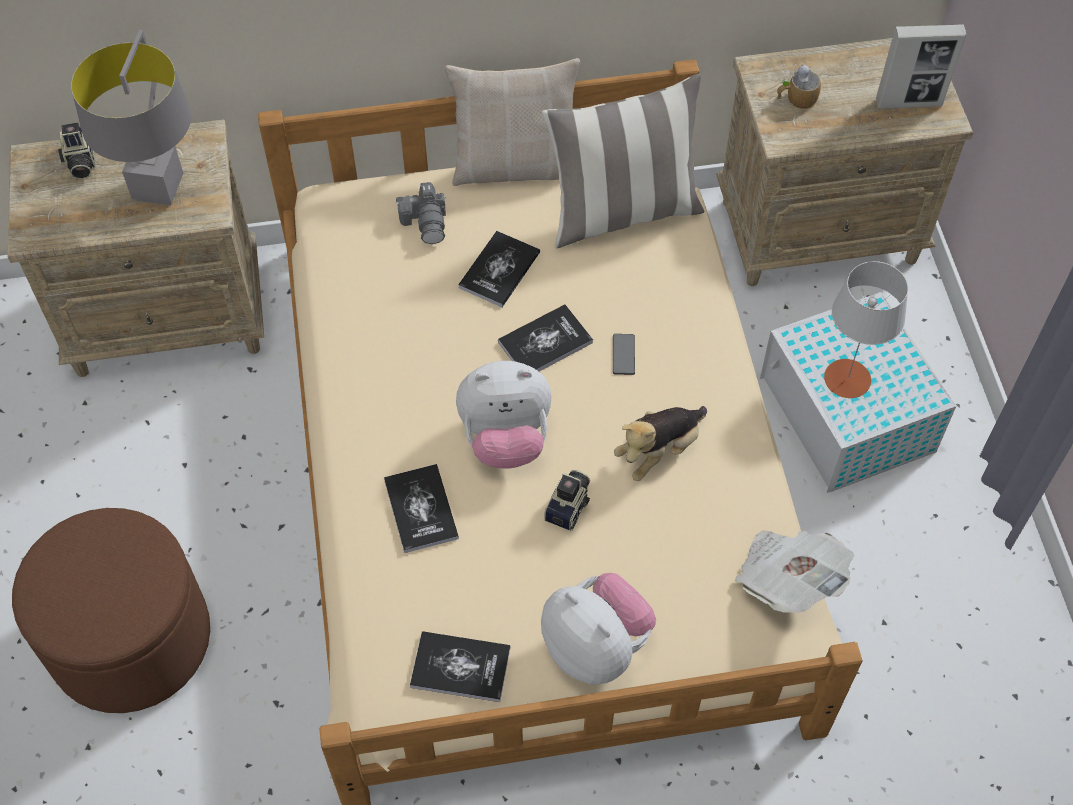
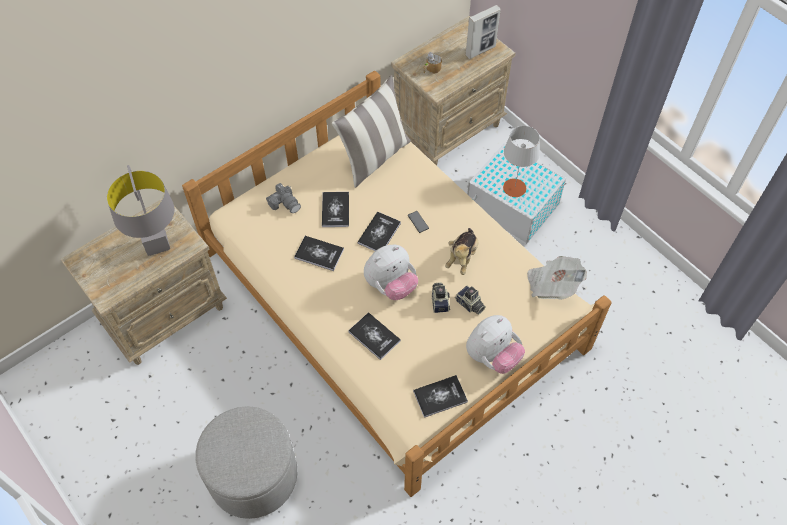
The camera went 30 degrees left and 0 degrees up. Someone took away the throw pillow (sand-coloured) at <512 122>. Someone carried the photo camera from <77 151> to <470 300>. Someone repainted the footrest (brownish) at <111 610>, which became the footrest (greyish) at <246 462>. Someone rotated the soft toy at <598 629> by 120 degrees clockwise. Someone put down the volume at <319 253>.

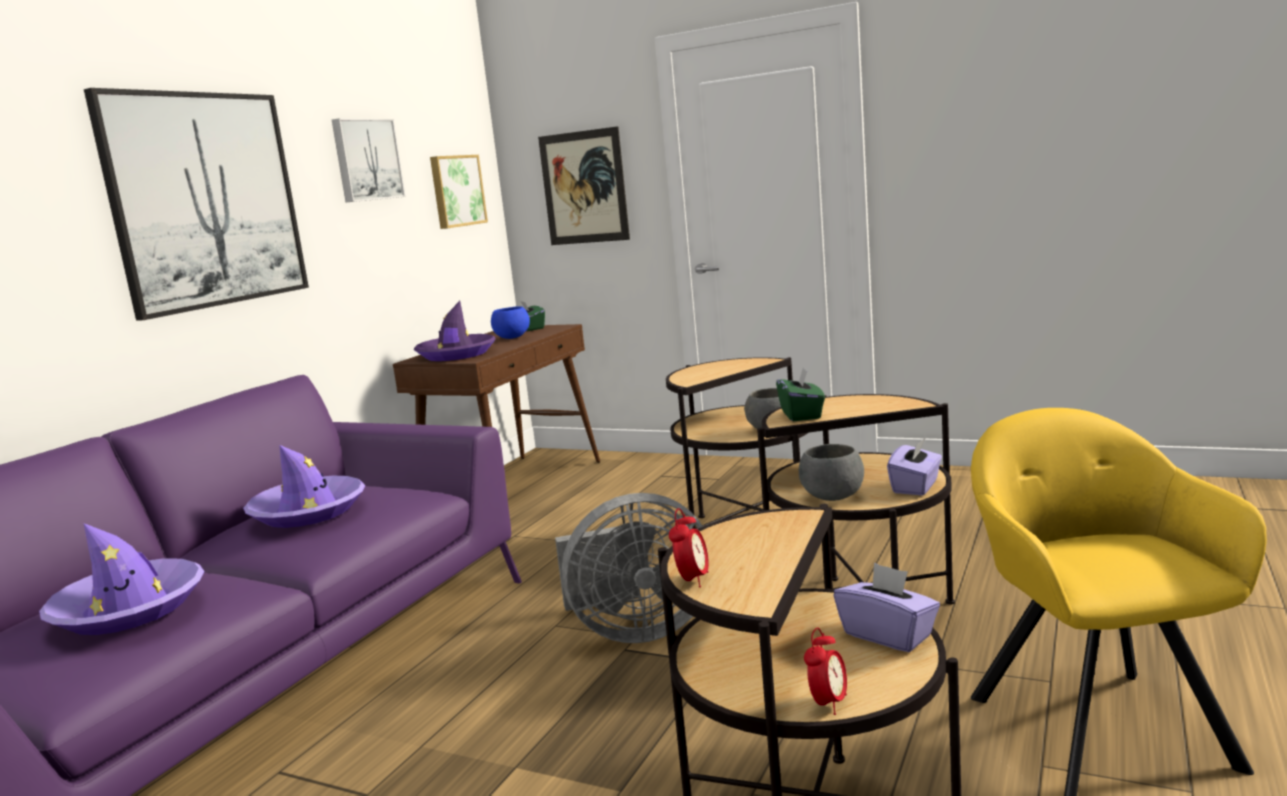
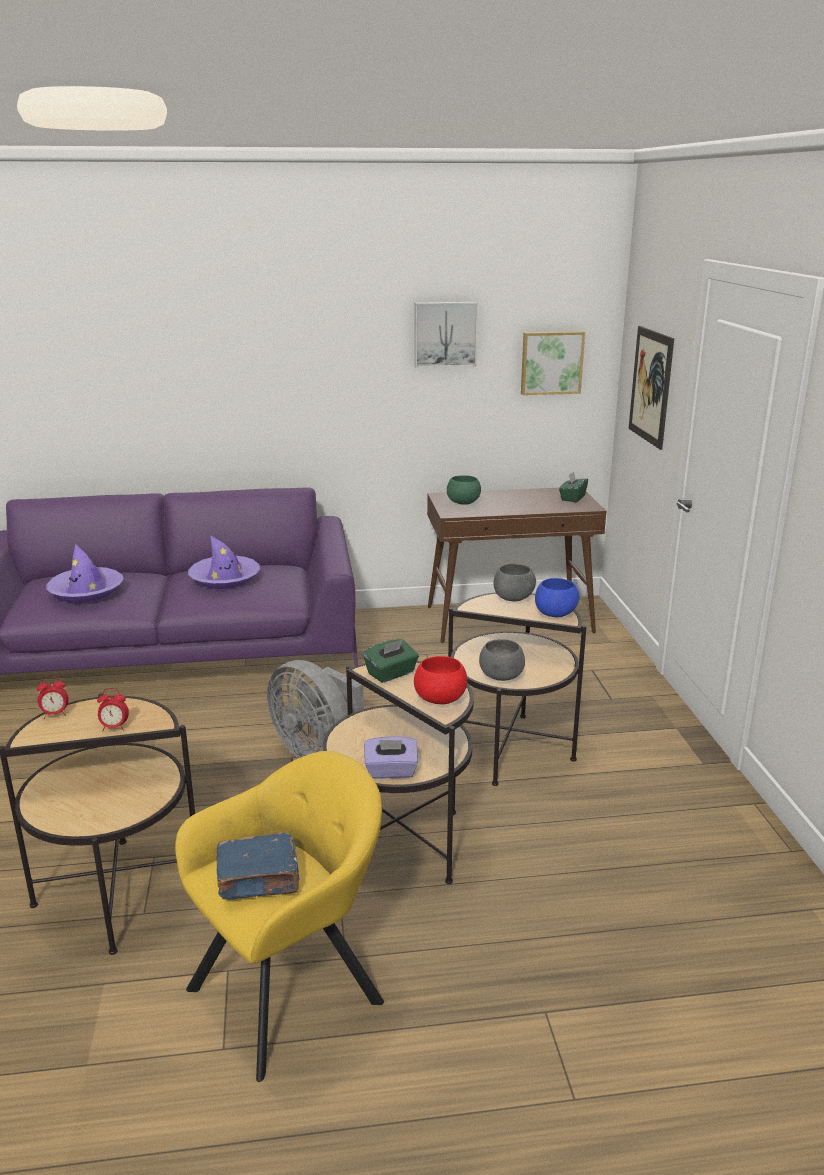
The camera went 55 degrees right and 10 degrees up. Someone took away the picture at <196 204>. Someone swapped the wearable hat (purple) at <455 331> for the deep dish (green-coloured) at <464 490>. Someone carried the deep dish (blue-coloured) from <510 322> to <557 597>. Someone carried the deep dish (greyish) from <831 472> to <515 582>. Someone took away the tissue box (purple) at <886 607>. Someone carried the table clock from <825 671> to <113 709>. Someone put down the deep dish (red-coloured) at <440 680>. Someone put down the volume (blue-coloured) at <258 865>.

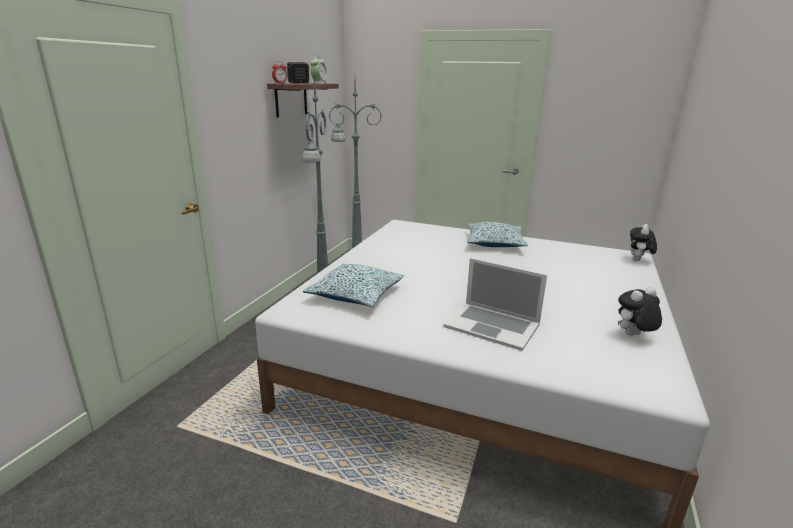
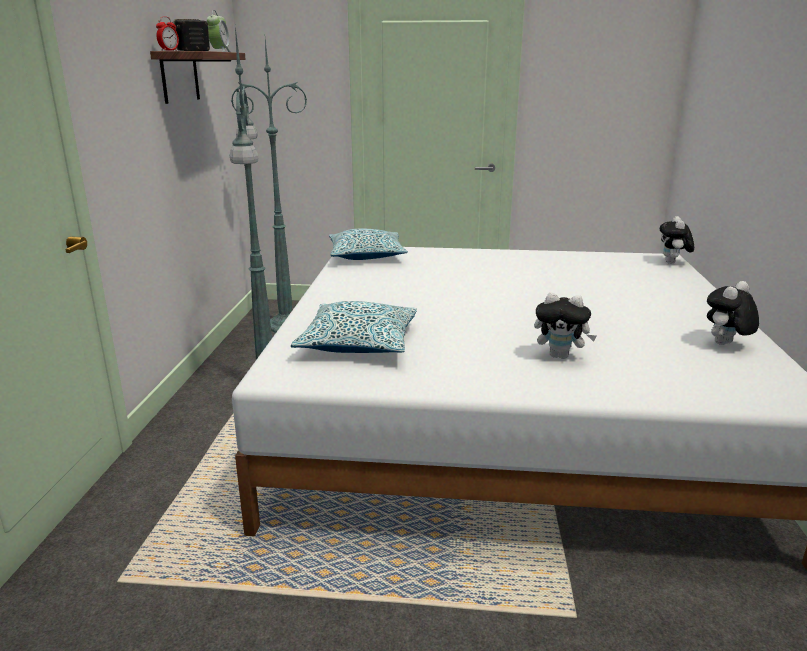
The camera went 15 degrees left and 0 degrees up. Someone carried the throw pillow from <497 234> to <368 244>. Someone swapped the portable computer at <495 304> for the soft toy at <565 325>.

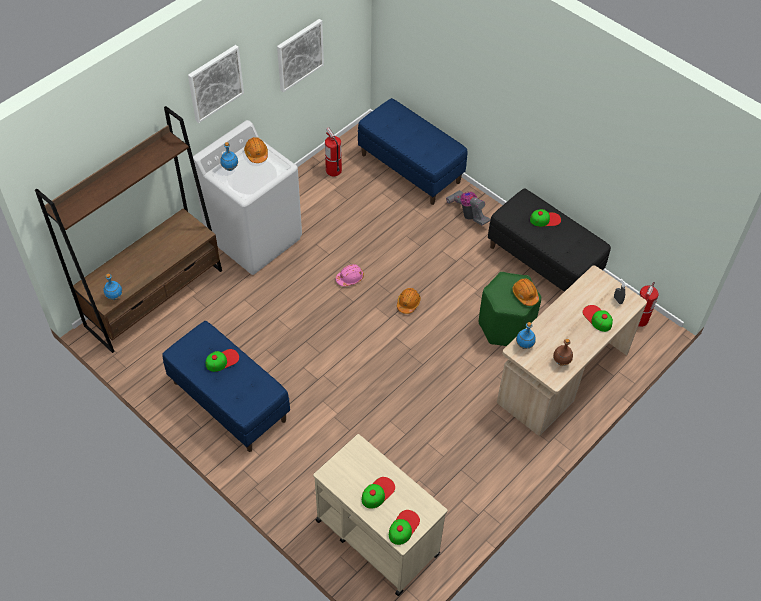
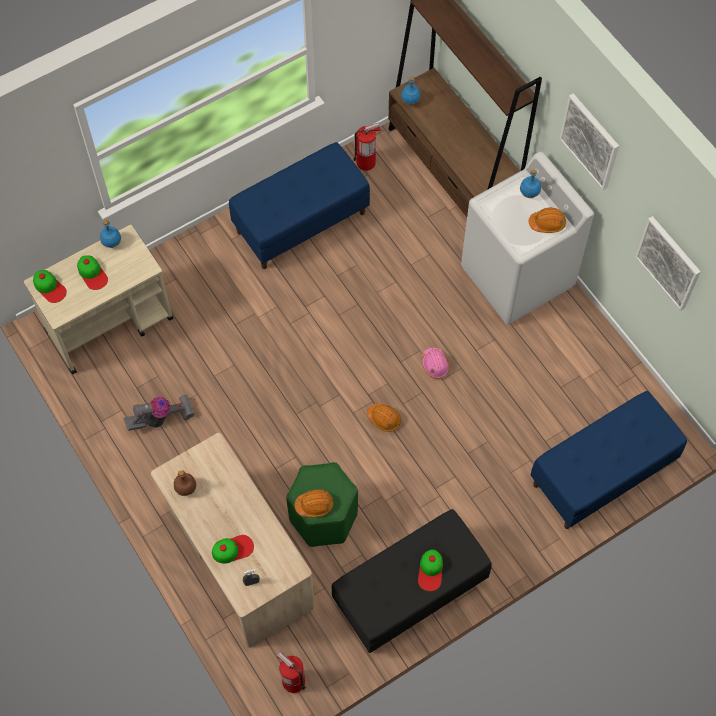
The camera went 105 degrees right and 10 degrees up. Someone carried the fire-fighting cylinder from <333 151> to <367 147>. Someone carried the hoover from <468 208> to <159 412>. Someone carried the beverage bottle (blue-coloured) from <526 335> to <110 234>. Someone took away the cap at <222 360>.

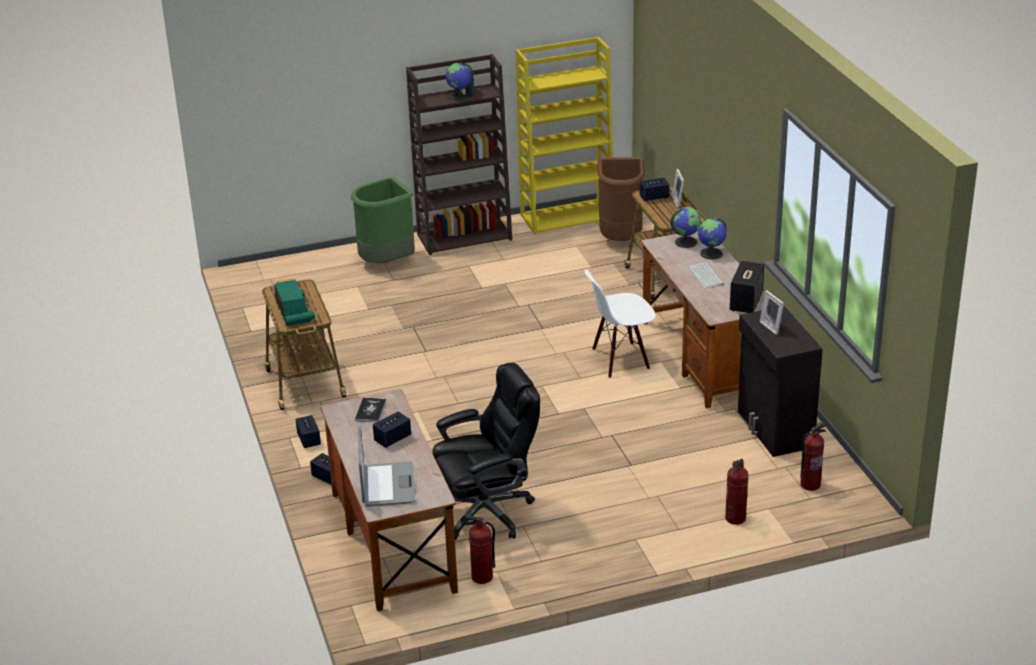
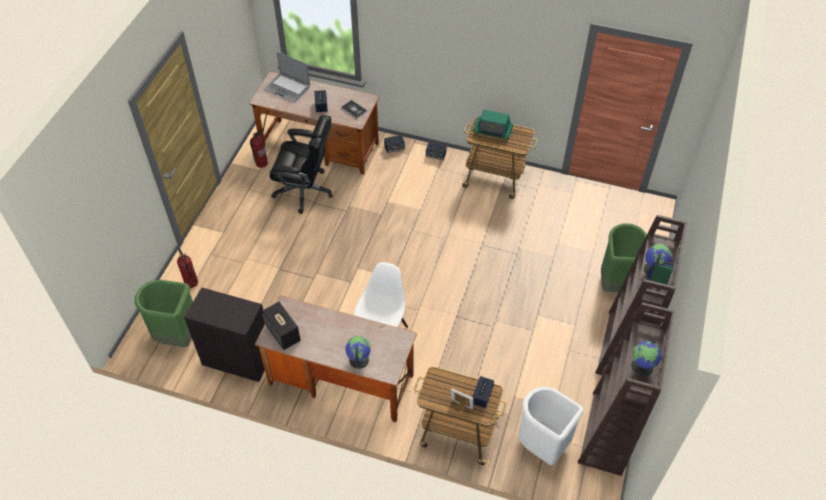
The camera went 125 degrees right and 20 degrees up. Someone repainted the shelving unit (yellow) at <564 136>, which became the shelving unit (brownish) at <626 389>. Someone repainted the rubbish bin (brownish) at <621 199>, which became the rubbish bin (white) at <551 426>. Someone carried the world globe from <685 227> to <646 358>. Someone took away the computer keyboard at <706 275>. Someone took away the standing frame at <771 312>. Someone rotated the computer chair (black) at <486 451> by 90 degrees counterclockwise. Someone swapped the fire-fighting cylinder at <813 457> for the rubbish bin (green-coloured) at <164 314>.

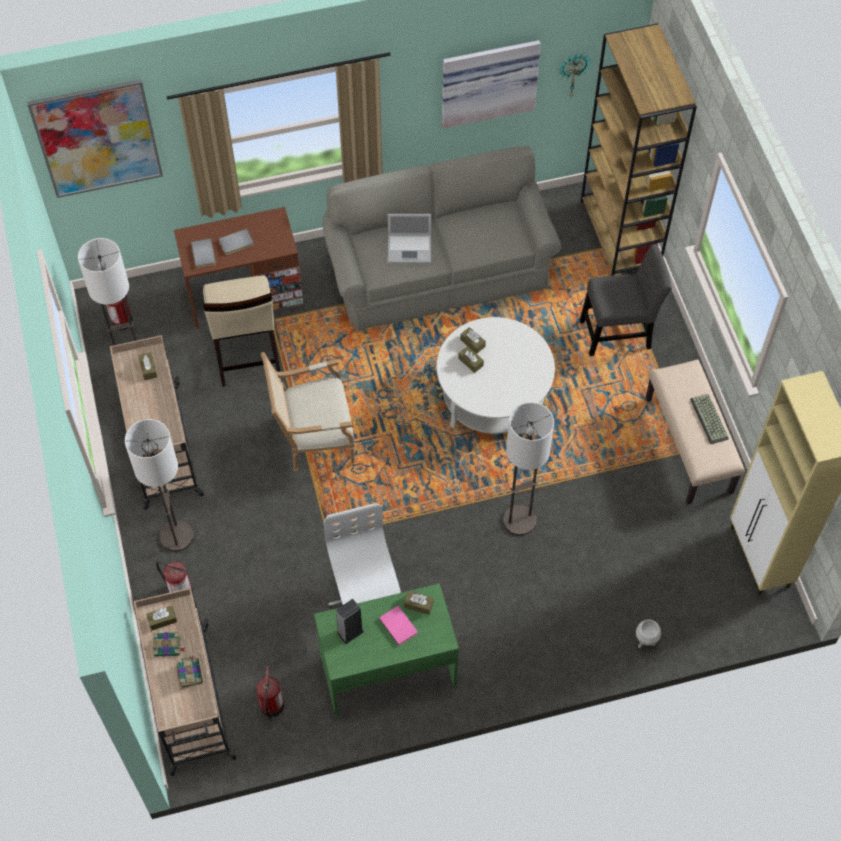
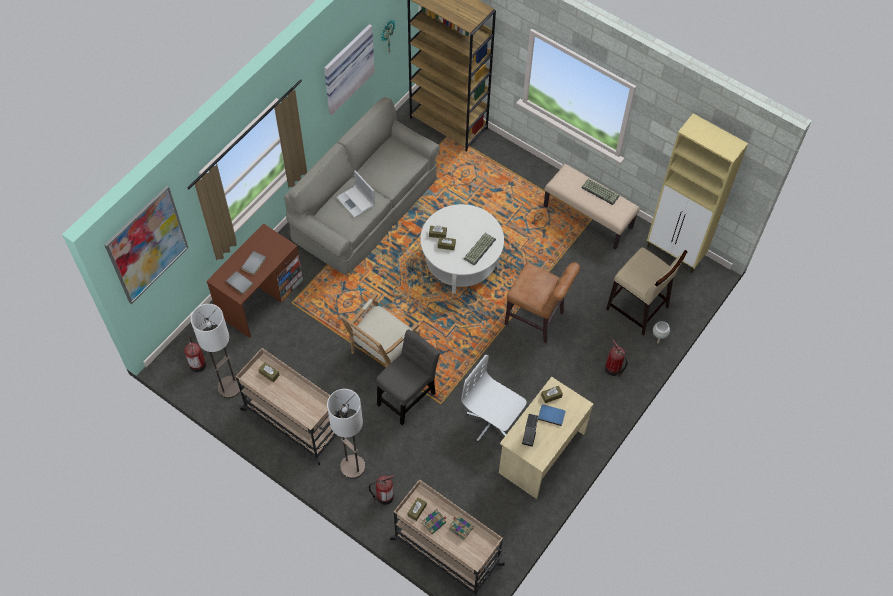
The camera went 40 degrees left and 0 degrees up. Someone rotated the portable computer at <409 238> by 90 degrees clockwise. Someone carried the chair (greyish) from <626 300> to <408 377>. Someone carried the stool (sand-coloured) from <241 330> to <647 291>. Someone swapped the standard lamp at <528 469> for the chair (brownish) at <542 302>. Someone repainted the desk table (green-coloured) at <386 650>, which became the desk table (sand-coloured) at <546 438>. Someone repainted the volume (pink-coloured) at <398 626>, which became the volume (blue-coloured) at <551 415>. Someone carried the fire-fighting cylinder from <270 693> to <616 358>. Someone put down the computer keyboard at <480 249>.

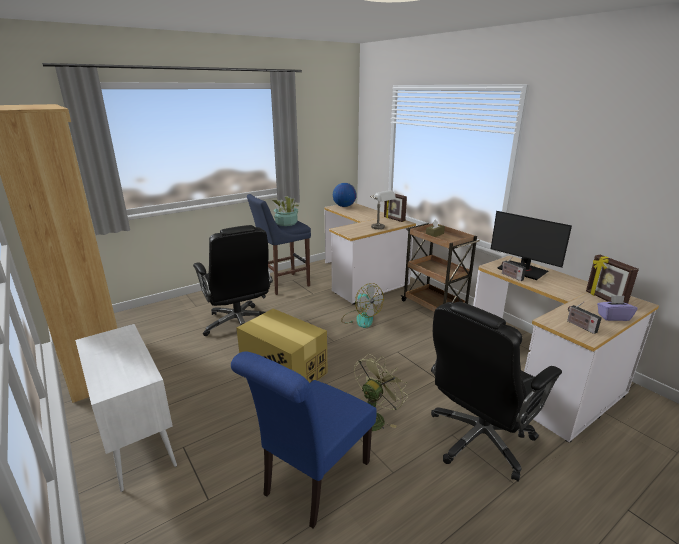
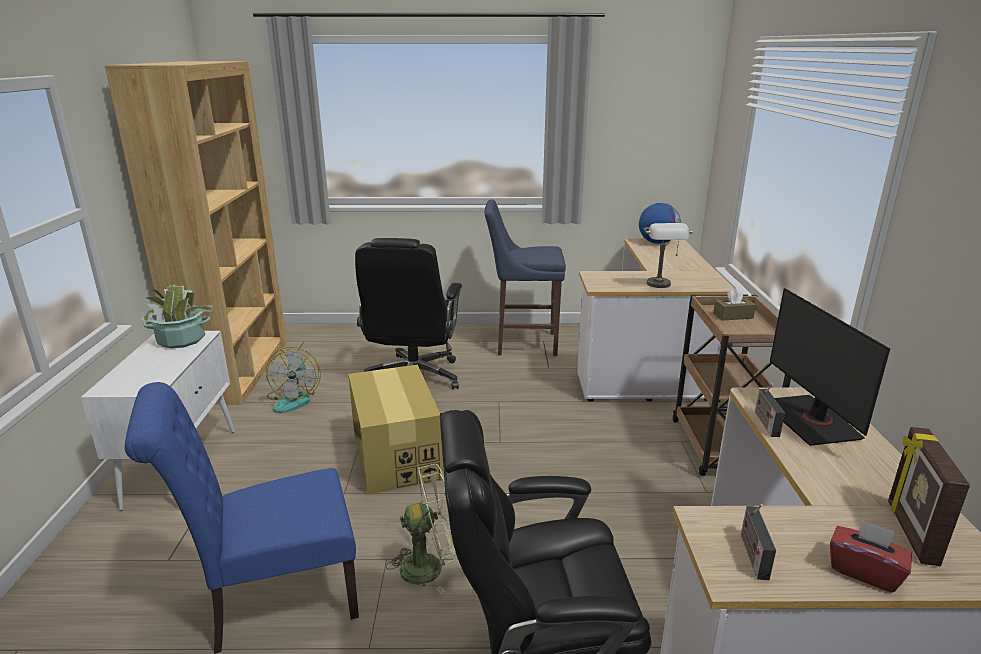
The camera went 35 degrees right and 0 degrees up. Someone took away the standing frame at <395 208>. Someone carried the houseplant from <285 211> to <177 317>. Someone carried the electric fan from <362 305> to <293 380>. Someone repainted the tissue box (purple) at <617 308>, which became the tissue box (red-coloured) at <871 556>.

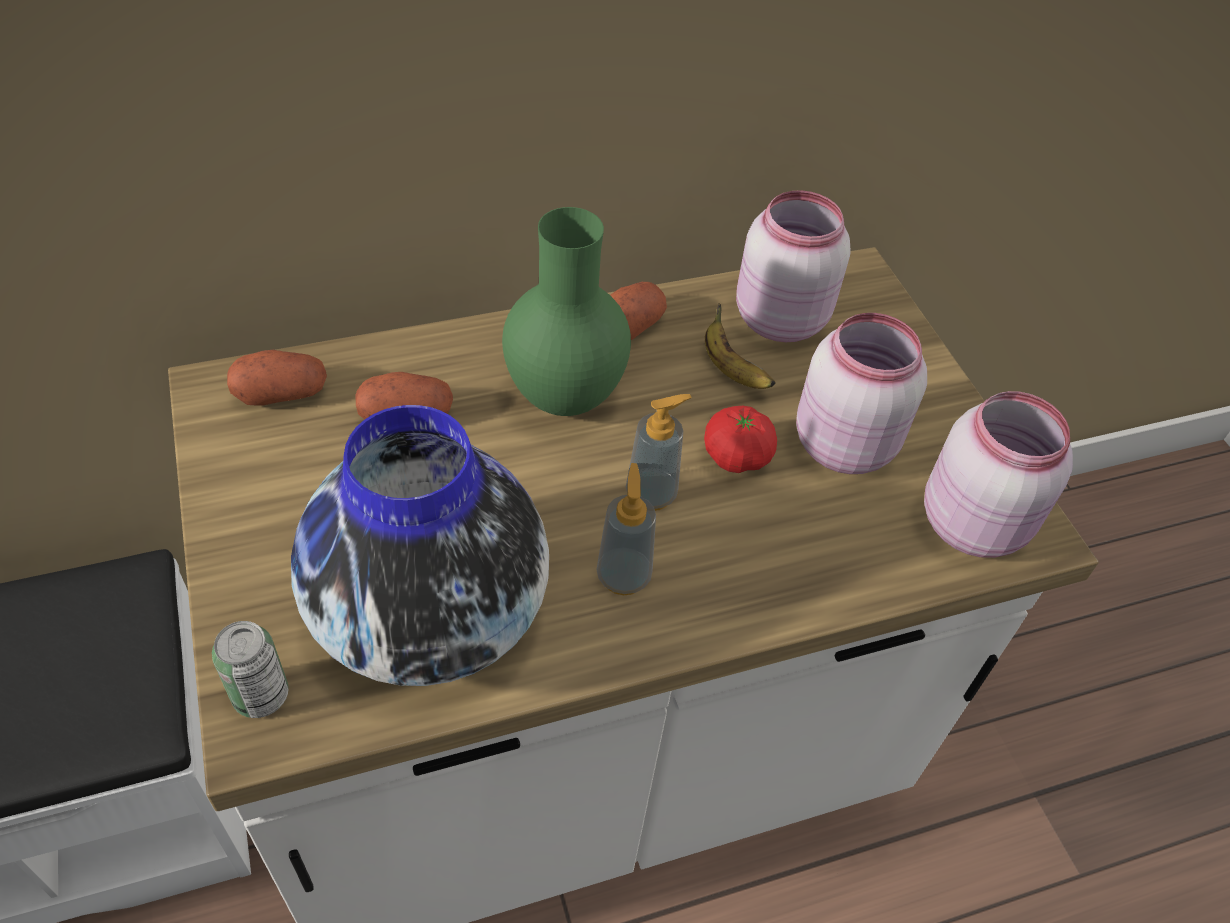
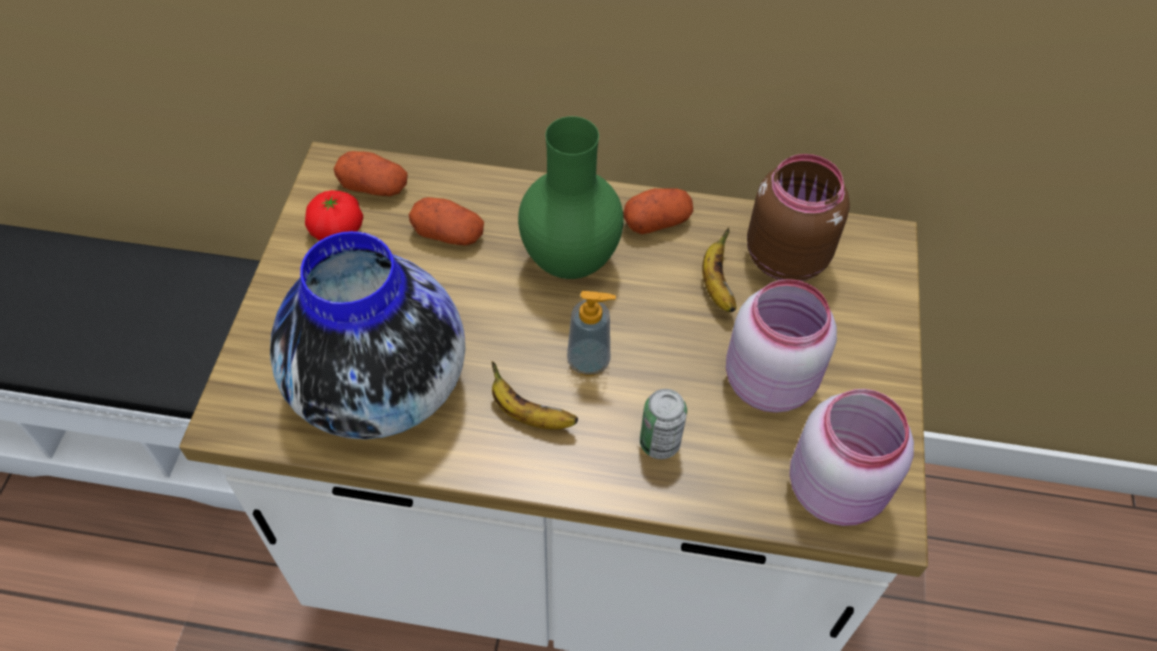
The camera went 30 degrees right and 5 degrees up. Someone repainted the preserve jar (pink-coloured) at <793 266>, which became the preserve jar (brownish) at <798 217>. Someone carried the whole tomato from <740 439> to <334 215>. Someone swapped the liquid soap bottle at <626 529> for the banana at <535 395>. Someone carried the metal can from <250 669> to <663 424>.

